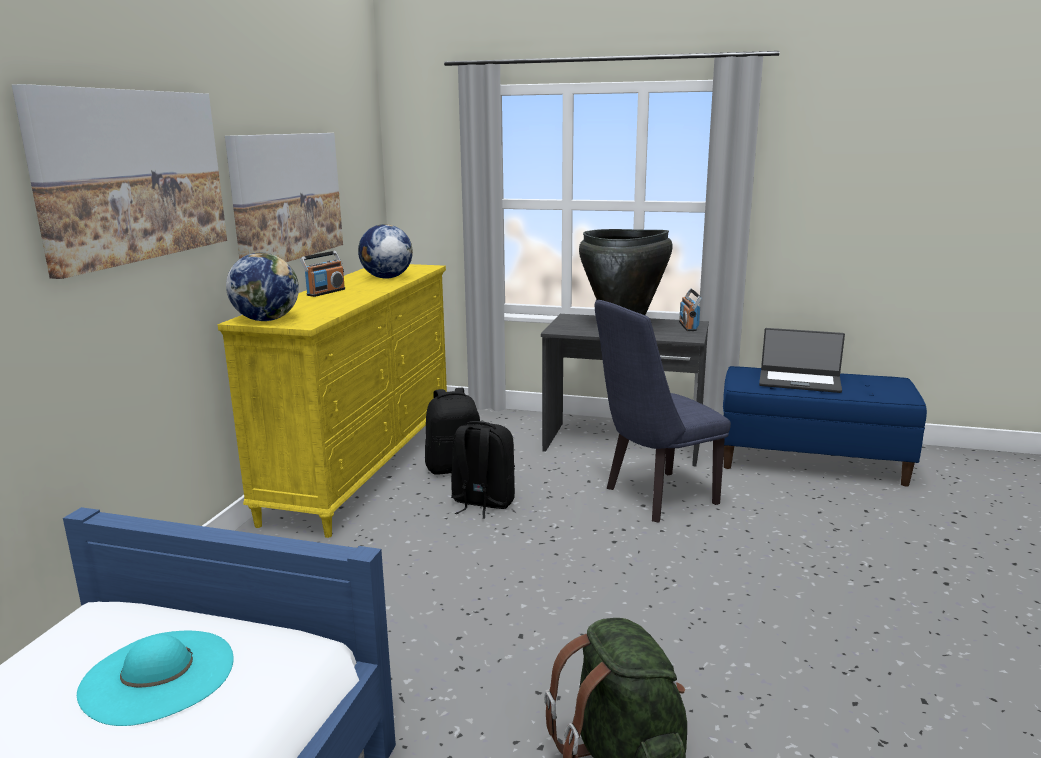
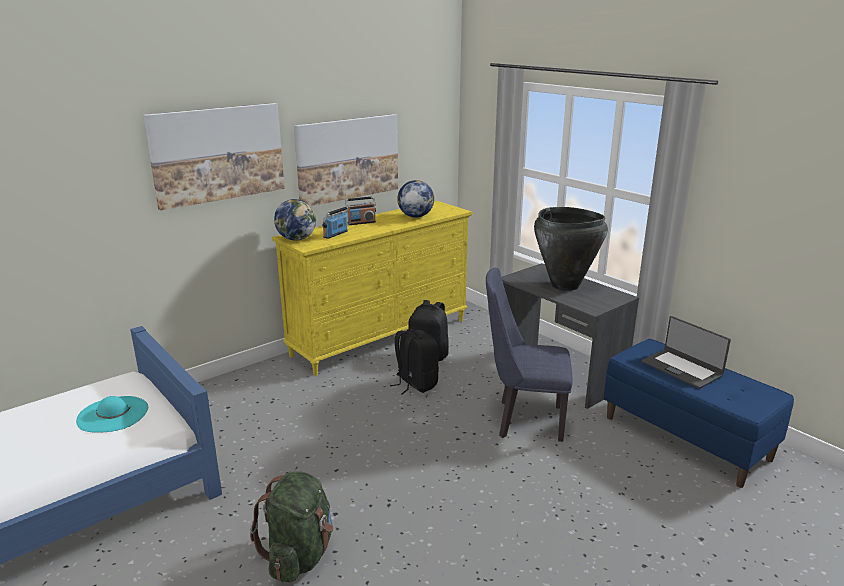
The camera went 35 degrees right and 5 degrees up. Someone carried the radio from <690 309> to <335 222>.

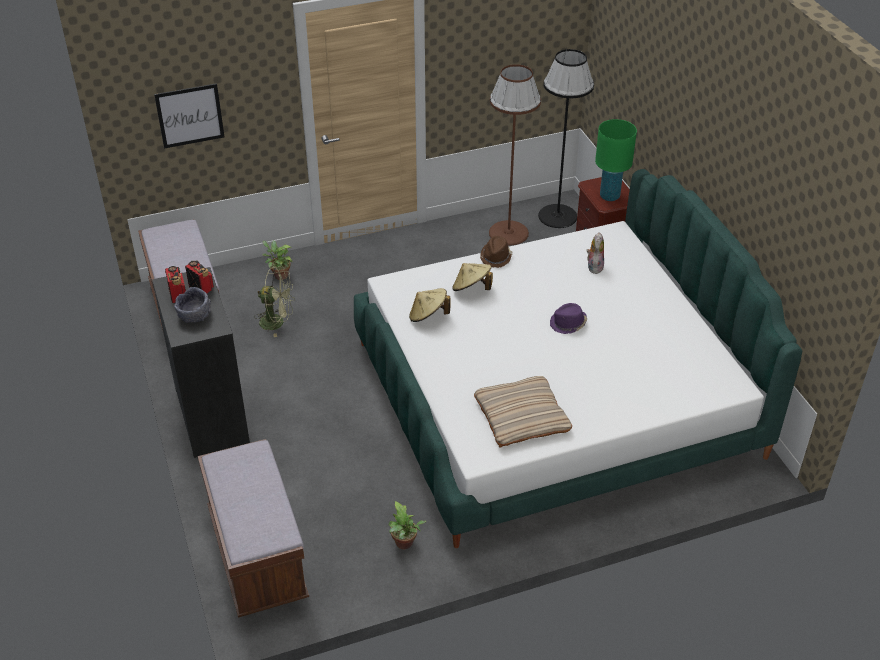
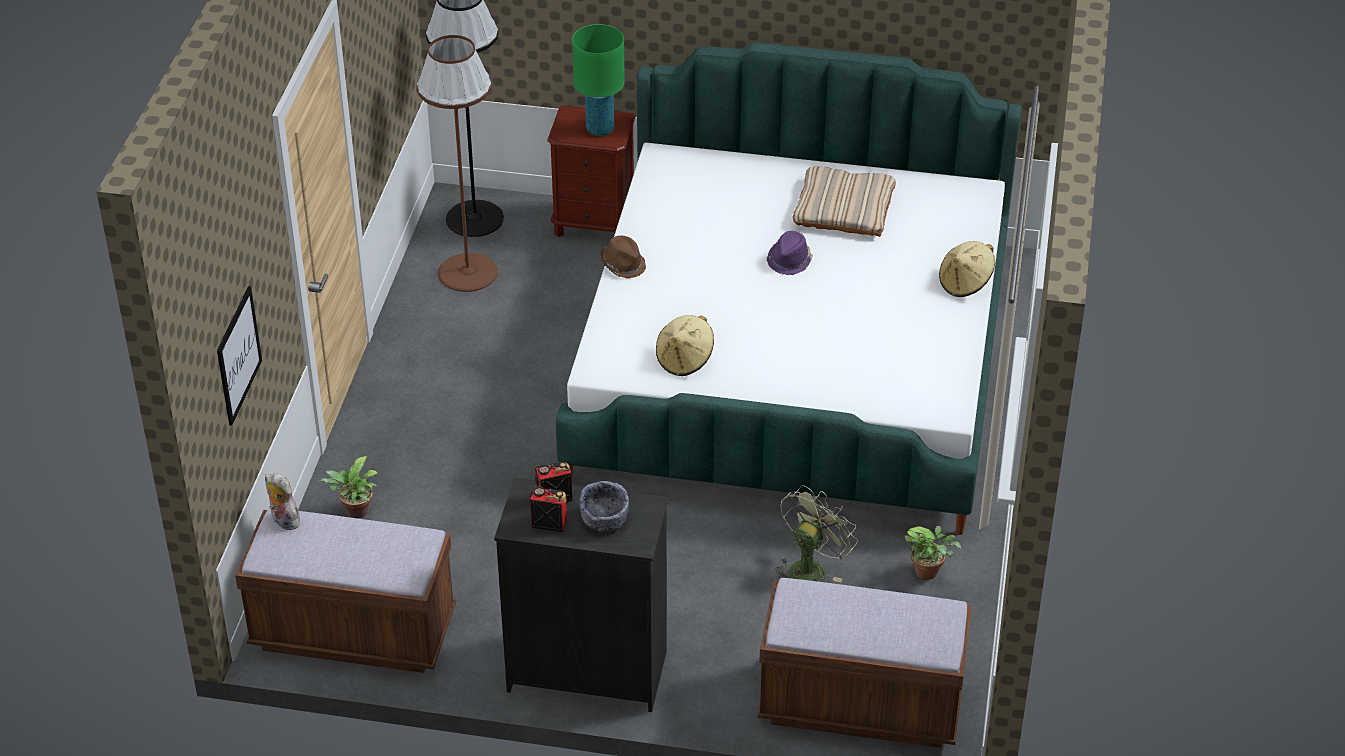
The camera went 60 degrees left and 0 degrees up. Someone carried the soft toy from <595 253> to <282 501>. Someone carried the wearable hat (sand-coloured) from <472 277> to <967 269>. Someone carried the electric fan (green-coloured) from <274 302> to <816 533>. Someone carried the throw pillow (sand-coloured) from <523 411> to <844 201>.

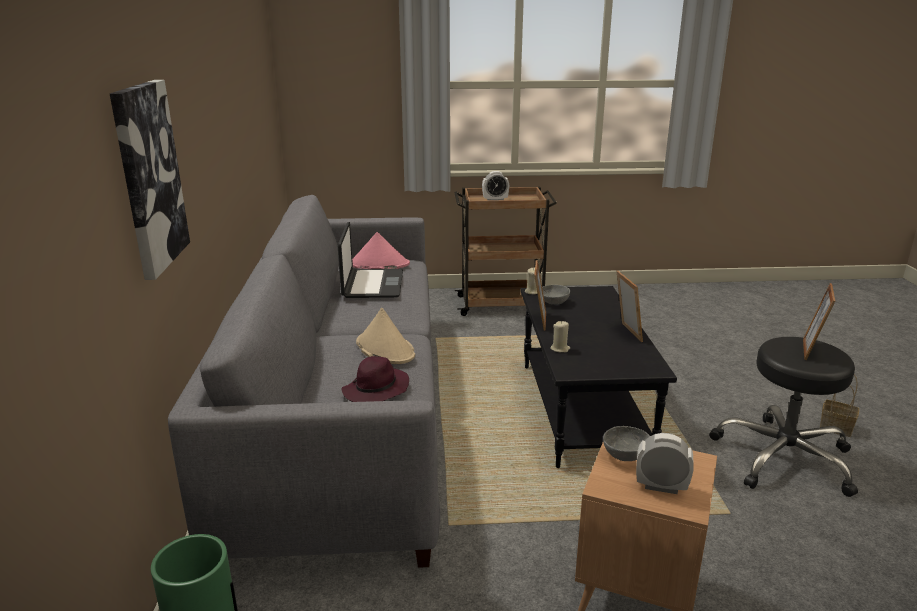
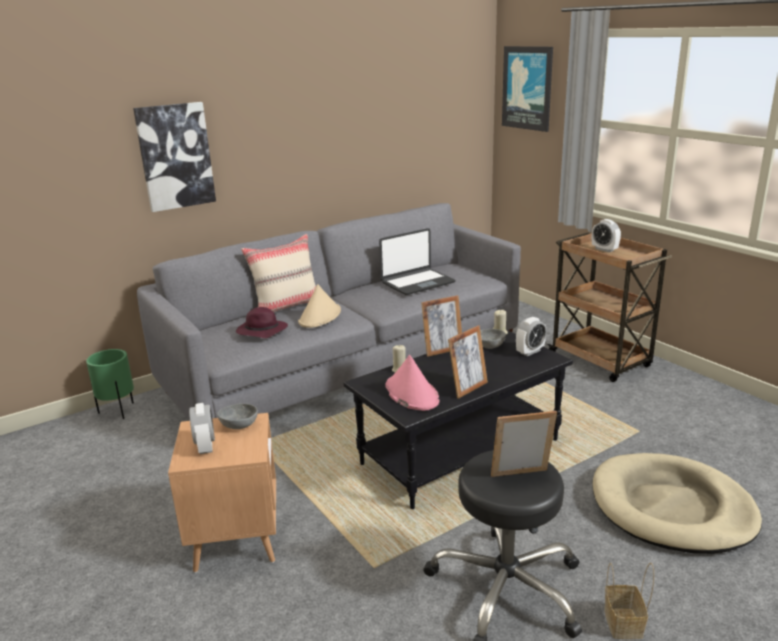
The camera went 60 degrees right and 0 degrees up. Someone carried the wearable hat (pink-coloured) from <381 250> to <412 383>. Someone put up the picture at <527 89>. Someone put down the throw pillow (sand-coloured) at <278 273>. Someone put down the table clock at <531 336>. Someone put down the dog bed (sand-coloured) at <677 503>.

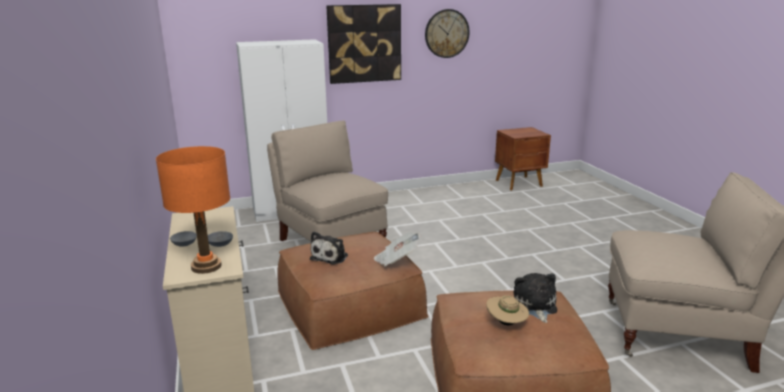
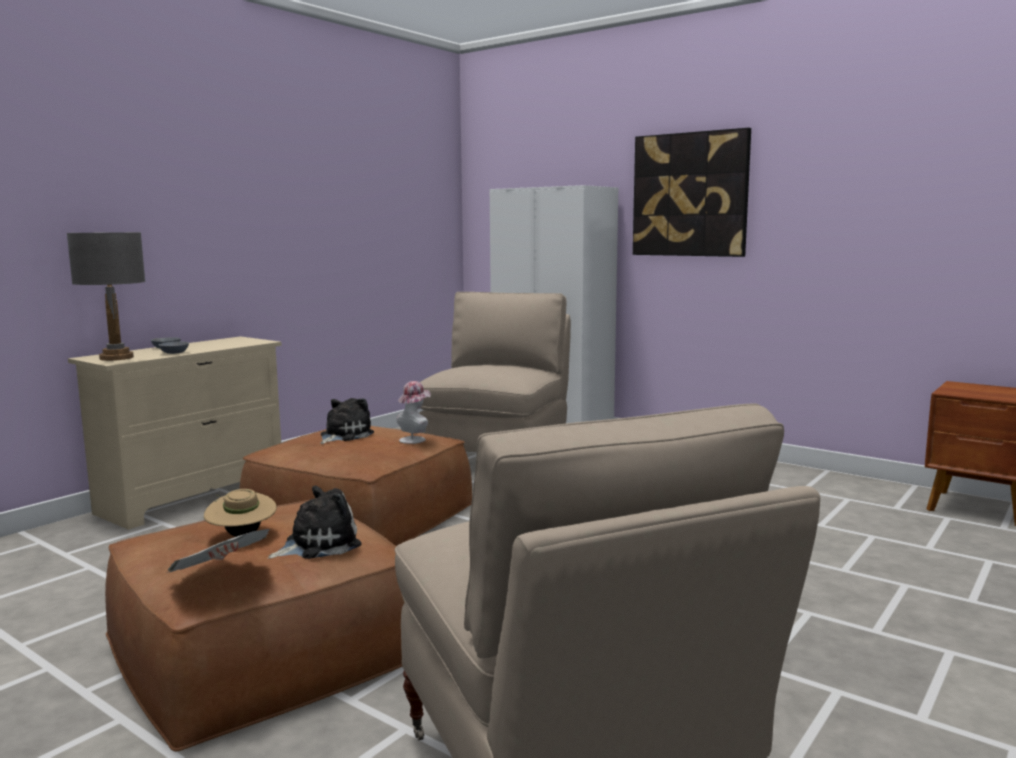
The camera went 55 degrees right and 10 degrees down. Someone took away the clock on the wall at <447 33>. Someone repainted the lamp for a table (orangey) at <193 210>, which became the lamp for a table (greyish) at <106 296>. Someone rotated the soft toy at <329 248> by 135 degrees clockwise. Someone carried the daily paper from <397 249> to <218 551>. Someone put down the wearable hat at <413 412>.

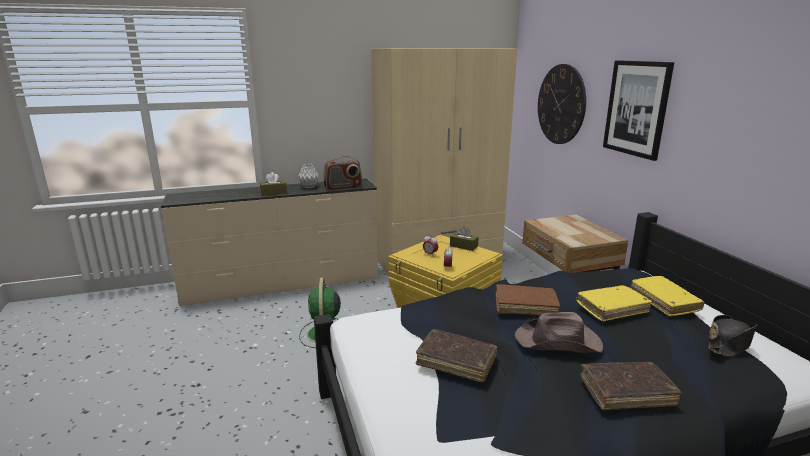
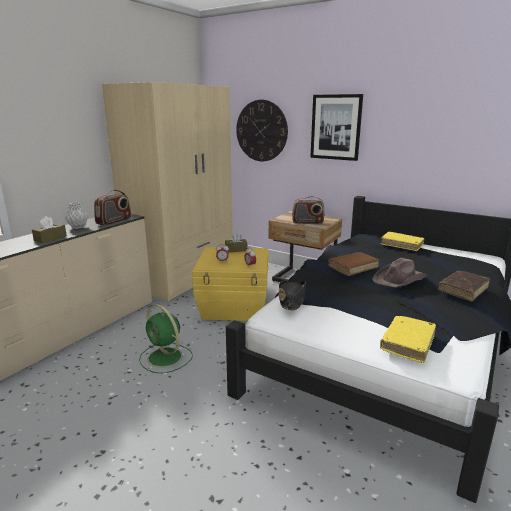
The camera went 40 degrees left and 0 degrees up. Someone carried the volume (yellow) from <614 303> to <408 339>. Someone carried the wearable hat (black) from <733 335> to <292 295>. Someone took away the volume (brownish) at <456 356>. Someone put down the radio at <308 210>.

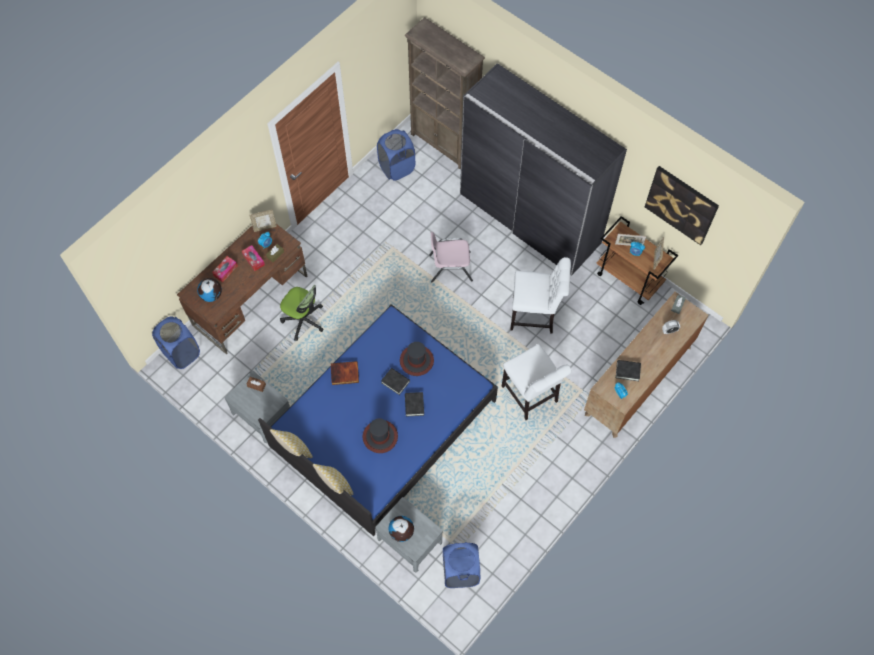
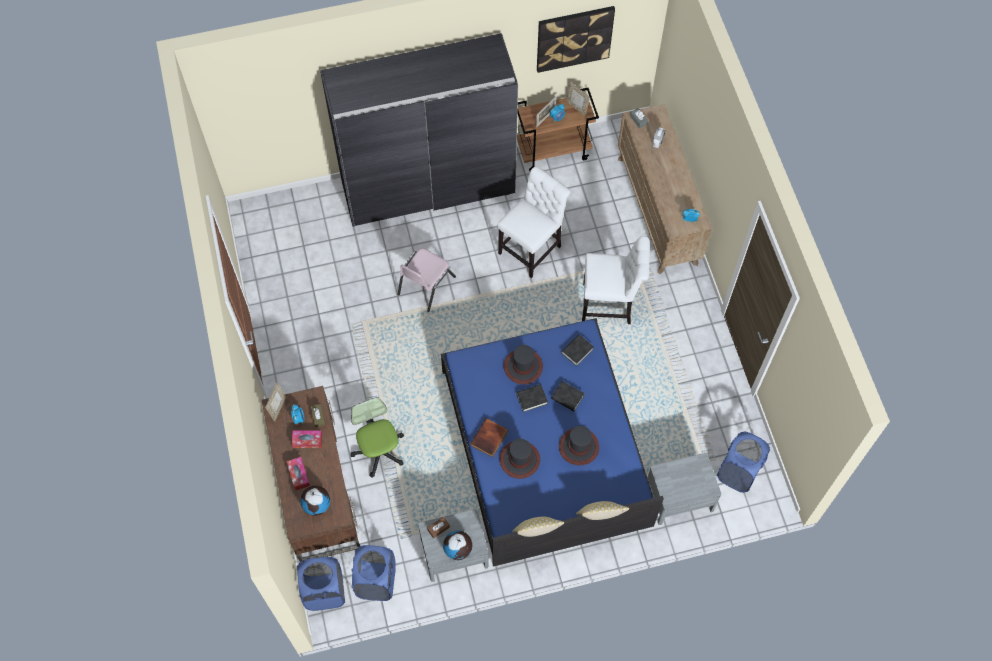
The camera went 55 degrees left and 0 degrees up. Someone took away the shelving unit (brownish) at <444 93>. Someone carried the washing basket (blue-coloured) from <396 155> to <374 573>. Someone rotated the computer chair at <302 313> by 90 degrees counterclockwise. Someone carried the volume (black) from <628 370> to <577 350>. Someone carried the world globe from <401 529> to <457 545>. Someone put down the wearable hat at <520 459>.

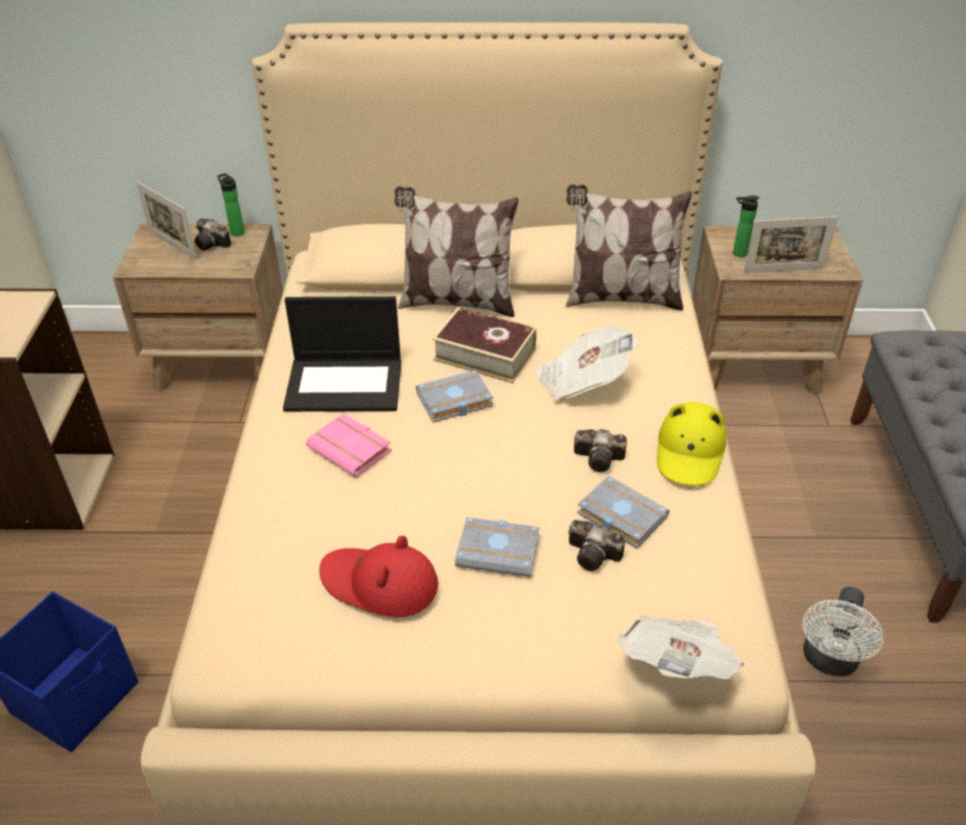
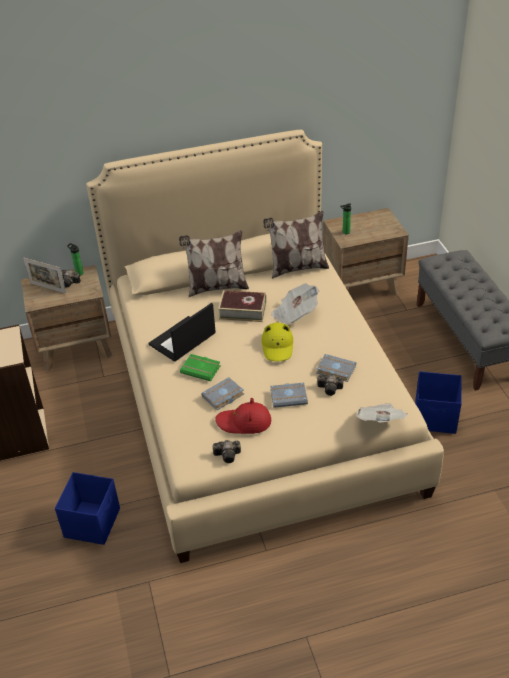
The camera went 15 degrees left and 0 degrees up. Someone took away the standing frame at <791 244>. Someone rotated the portable computer at <342 354> by 150 degrees clockwise. Someone carried the volume (greyish) from <454 396> to <222 393>. Someone carried the wearable hat (yellow) from <691 444> to <277 342>. Someone repainted the volume (pink-coloured) at <348 445>, which became the volume (green-coloured) at <200 367>. Someone carried the photo camera from <600 450> to <227 451>. Someone swapped the electric fan (white) at <843 632> for the storage box (blue-coloured) at <438 402>.

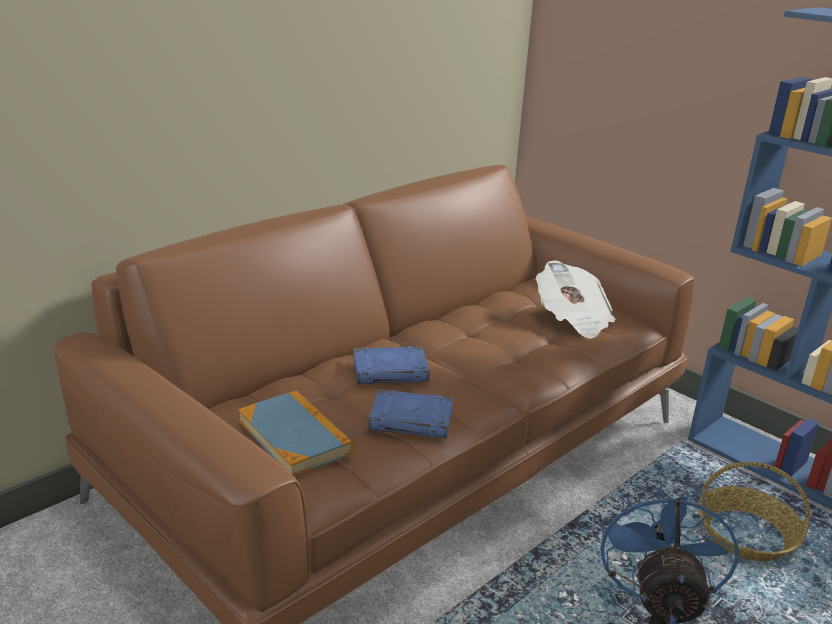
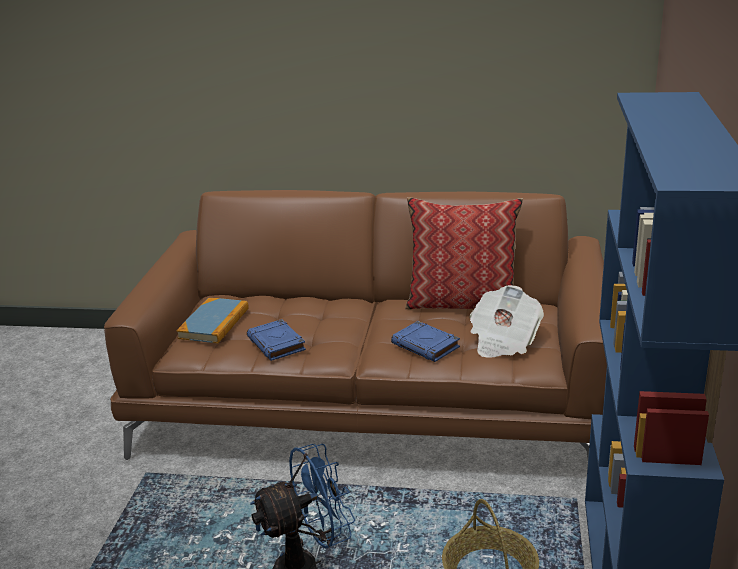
The camera went 55 degrees right and 0 degrees up. Someone carried the volume (blue-coloured) from <392 365> to <425 341>. Someone put down the throw pillow at <464 253>.

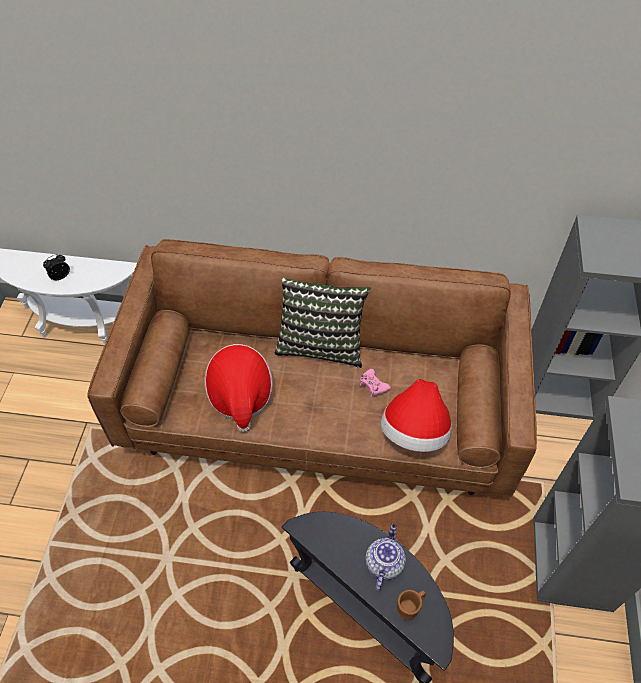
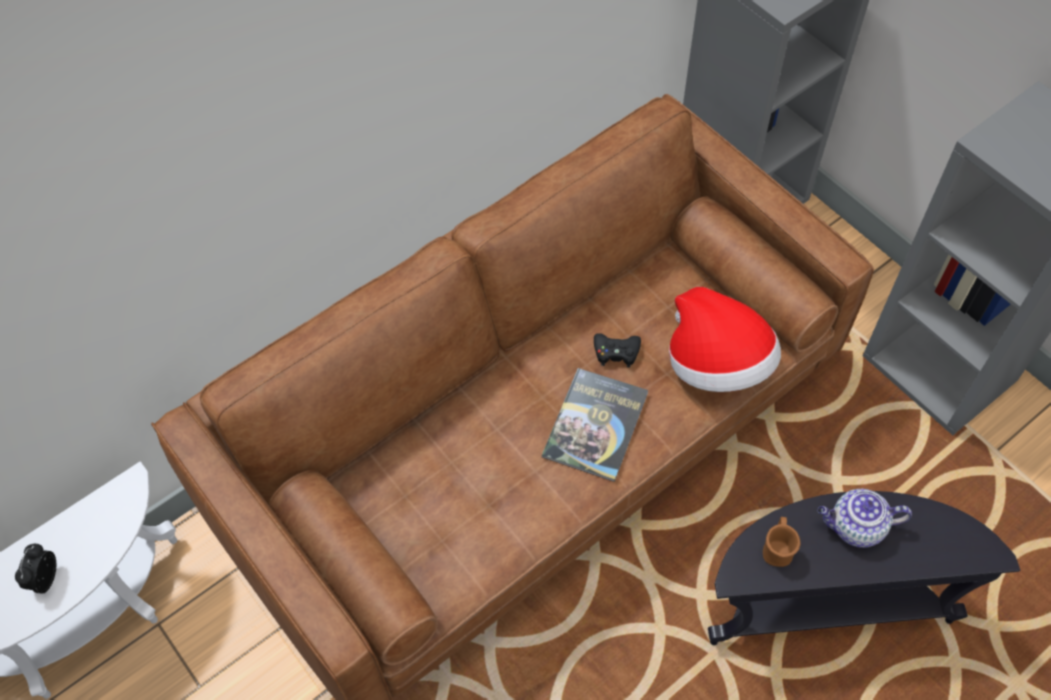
The camera went 45 degrees left and 5 degrees up. Someone took away the throw pillow at <322 323>. Someone took away the wearable hat at <238 388>. Someone repainted the joypad (pink-coloured) at <375 383>, which became the joypad (black) at <617 350>. Someone rotated the pot for tea at <385 557> by 60 degrees counterclockwise. Someone carried the mug (brownish) from <411 605> to <782 542>. Someone put down the volume at <595 425>.

